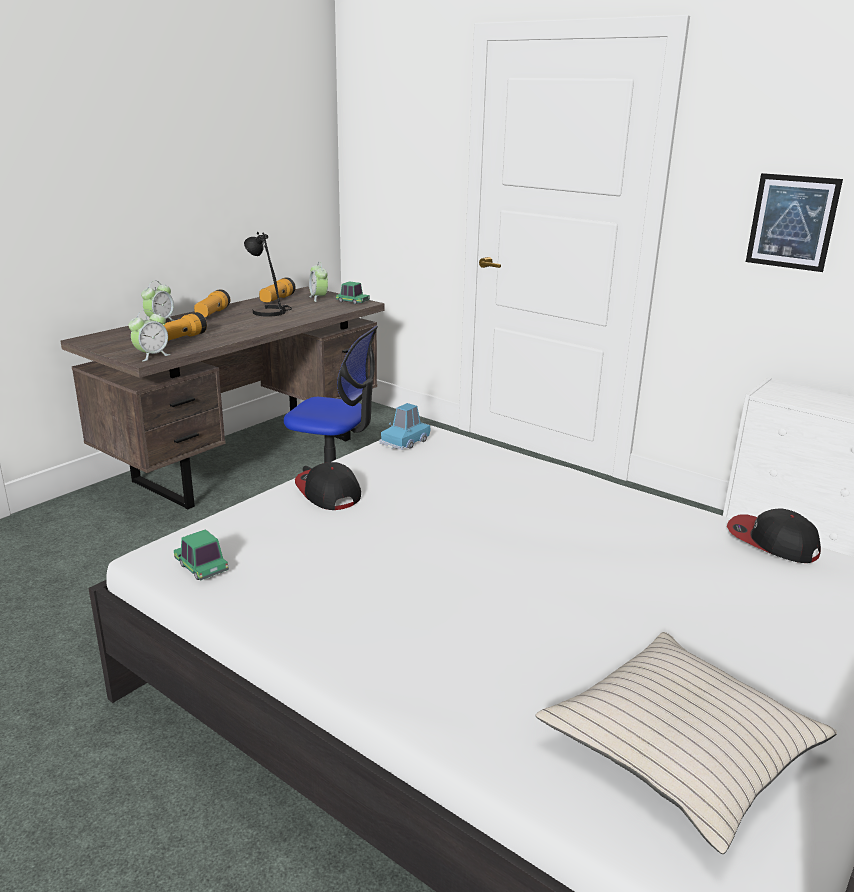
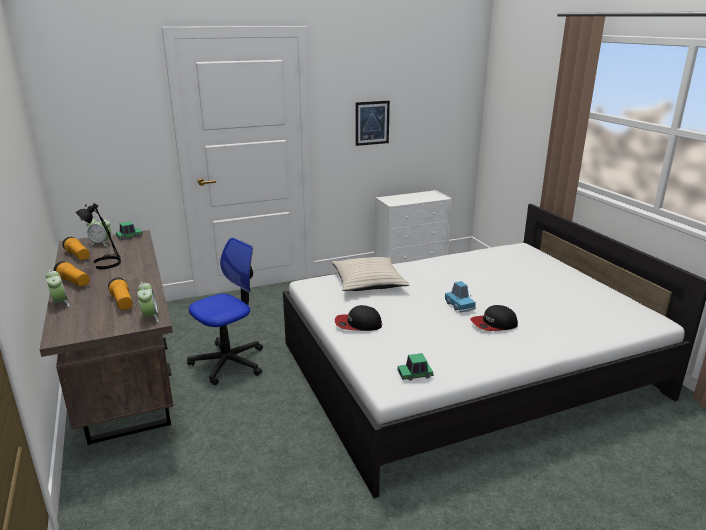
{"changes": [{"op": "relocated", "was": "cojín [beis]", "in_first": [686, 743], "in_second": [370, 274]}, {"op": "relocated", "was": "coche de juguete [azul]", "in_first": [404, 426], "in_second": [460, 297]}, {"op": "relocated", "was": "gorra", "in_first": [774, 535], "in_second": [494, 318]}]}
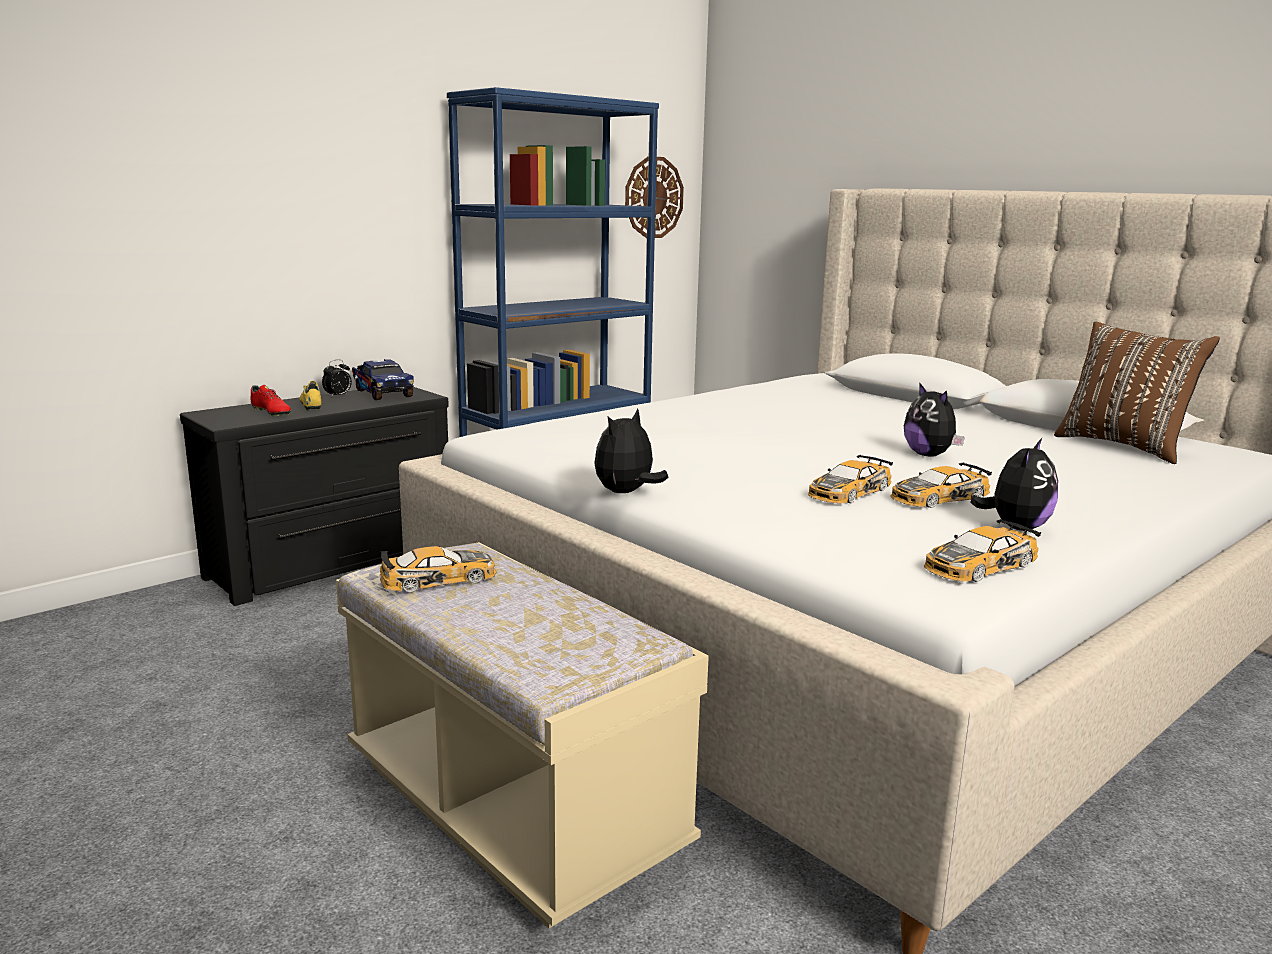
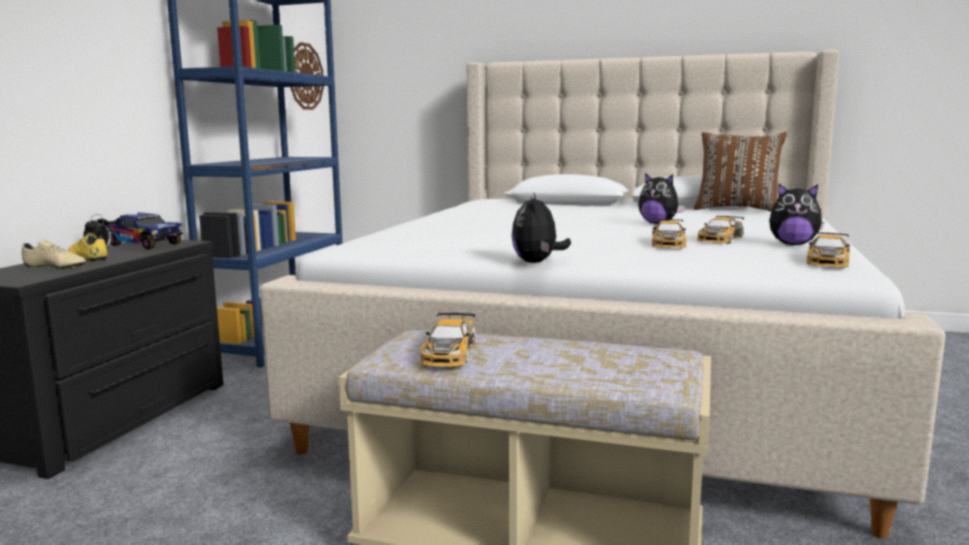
{"changes": [{"op": "colour", "was": "zapato [rojo]", "now": "zapato [beis]", "in_first": [270, 401], "in_second": [54, 255]}, {"op": "spun", "was": "coche de juguete", "in_first": [438, 569], "in_second": [448, 340], "clockwise": 150}, {"op": "spun", "was": "peluche", "in_first": [1014, 484], "in_second": [796, 214], "clockwise": 105}]}
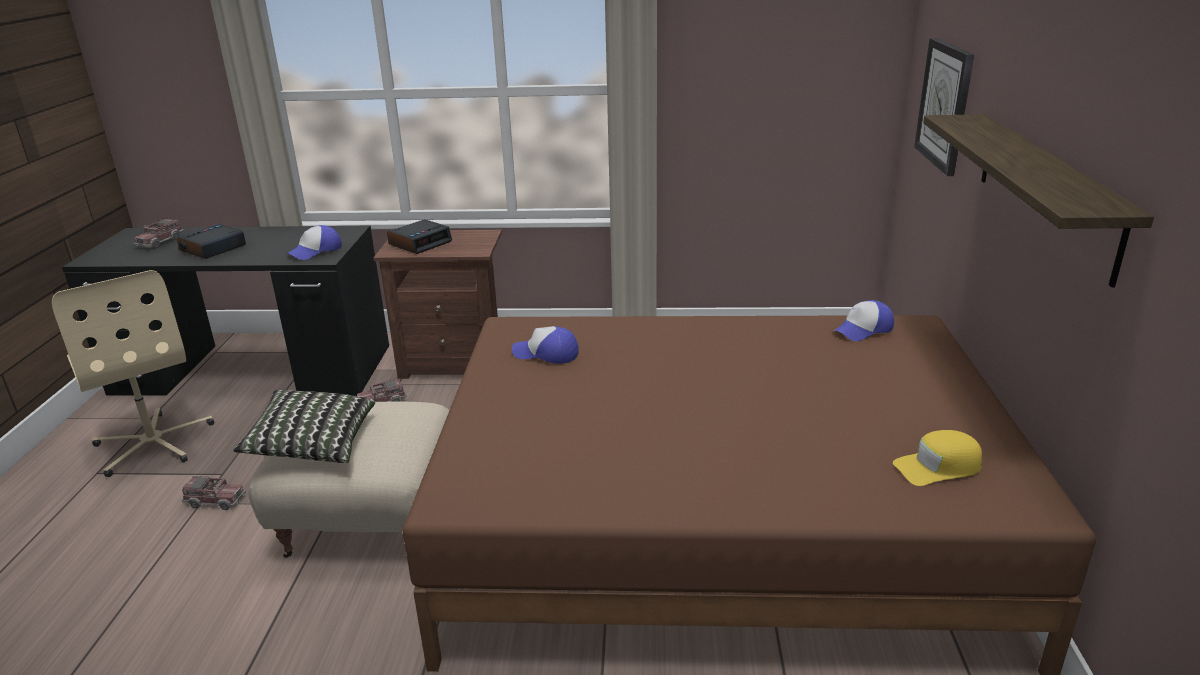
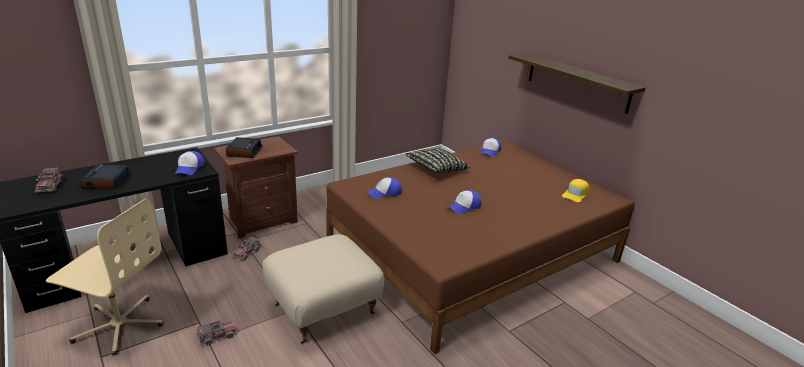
{"changes": [{"op": "relocated", "was": "cojín", "in_first": [304, 426], "in_second": [437, 160]}, {"op": "appeared", "now": "gorra", "in_second": [465, 202]}, {"op": "missing", "was": "reloj de pared", "in_first": [944, 107]}]}
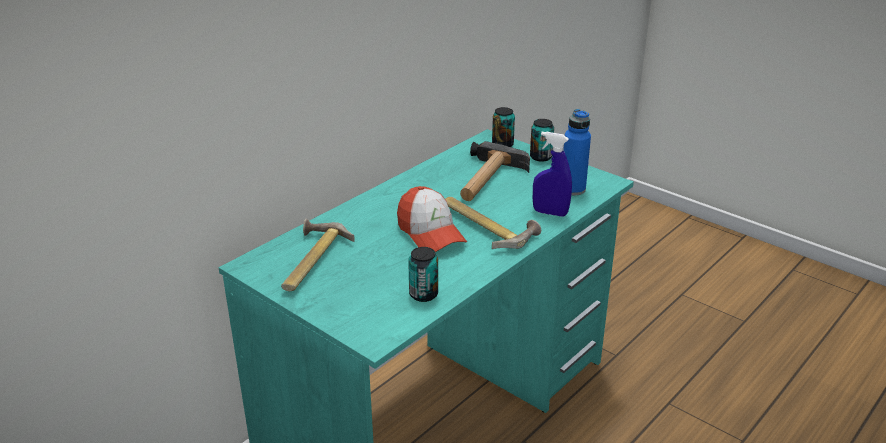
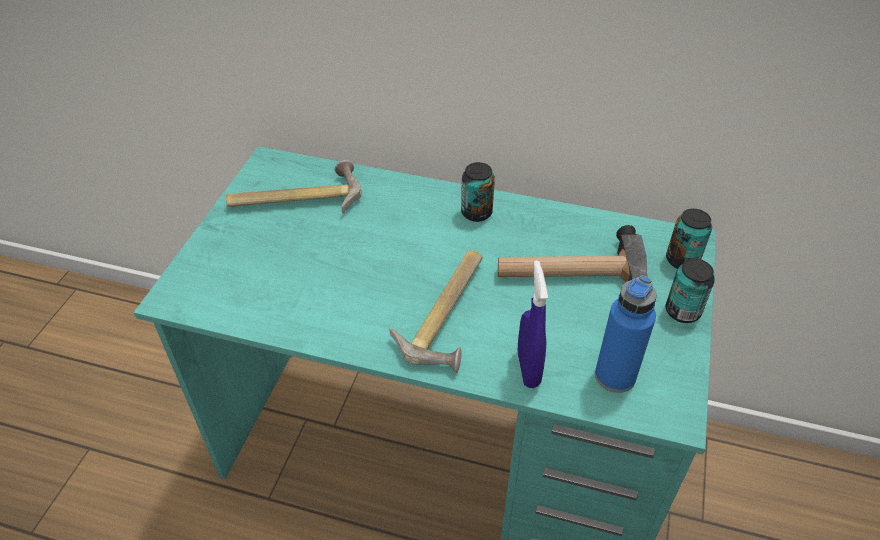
{"changes": [{"op": "relocated", "was": "lata", "in_first": [423, 274], "in_second": [478, 192]}, {"op": "missing", "was": "gorra", "in_first": [432, 219]}]}
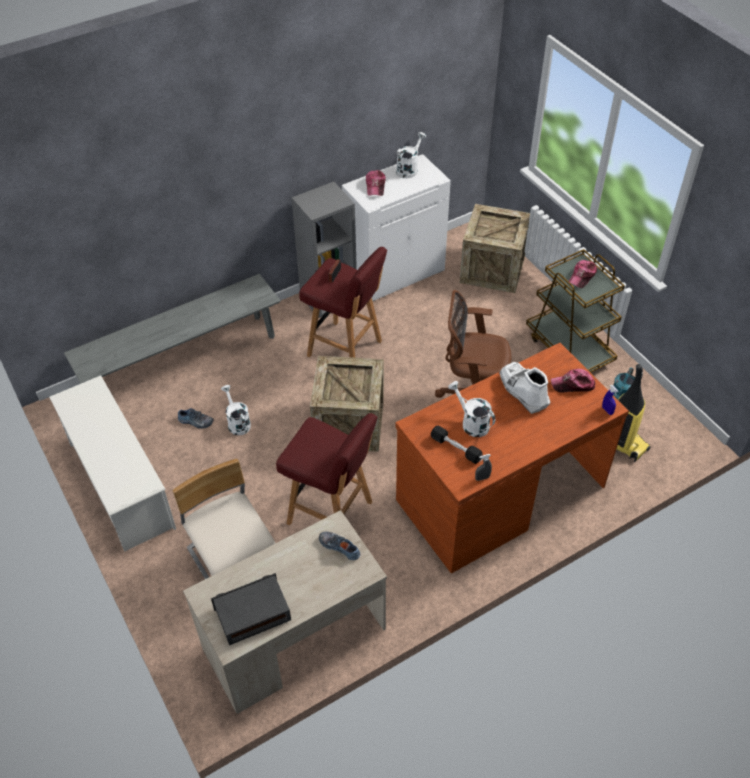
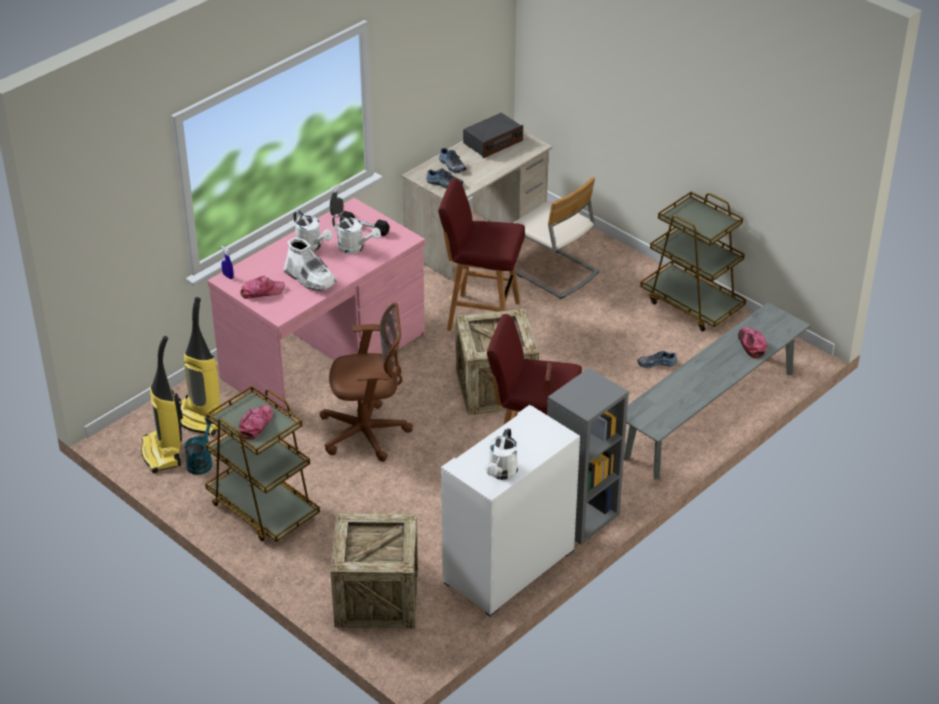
{"changes": [{"op": "appeared", "now": "aspiradora", "in_second": [162, 404]}, {"op": "colour", "was": "escritorio [marrón]", "now": "escritorio [rosa]", "in_first": [512, 458], "in_second": [316, 306]}, {"op": "relocated", "was": "regadera [blanco]", "in_first": [236, 410], "in_second": [312, 231]}, {"op": "appeared", "now": "zapato", "in_second": [453, 160]}, {"op": "exchanged", "was": "zapatero [blanco]", "now": "carrito [marrón]", "in_first": [112, 463], "in_second": [693, 261]}, {"op": "relocated", "was": "gorra", "in_first": [376, 183], "in_second": [752, 343]}]}
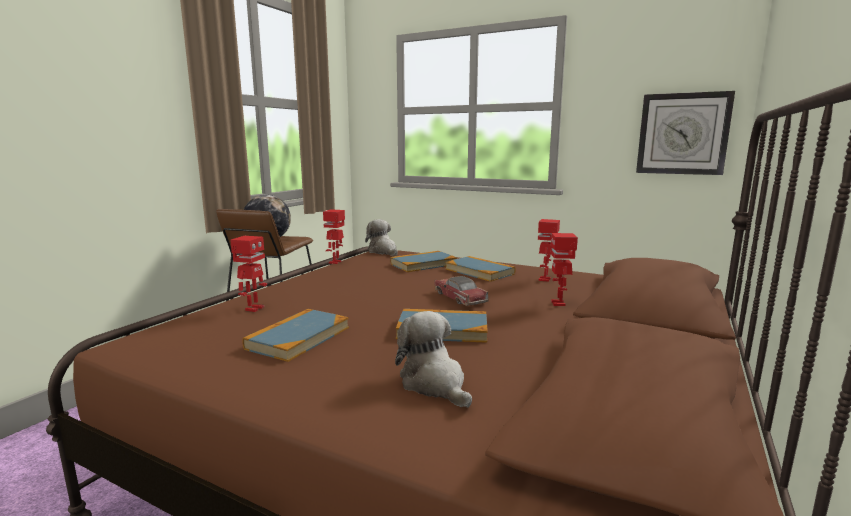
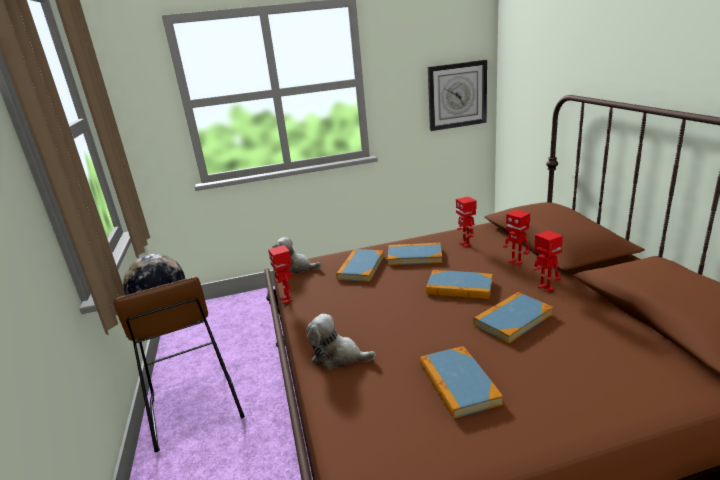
{"changes": [{"op": "relocated", "was": "peluche", "in_first": [433, 359], "in_second": [341, 341]}, {"op": "exchanged", "was": "coche de juguete", "now": "libro", "in_first": [461, 291], "in_second": [459, 284]}, {"op": "relocated", "was": "robot de juguete", "in_first": [248, 274], "in_second": [548, 261]}]}
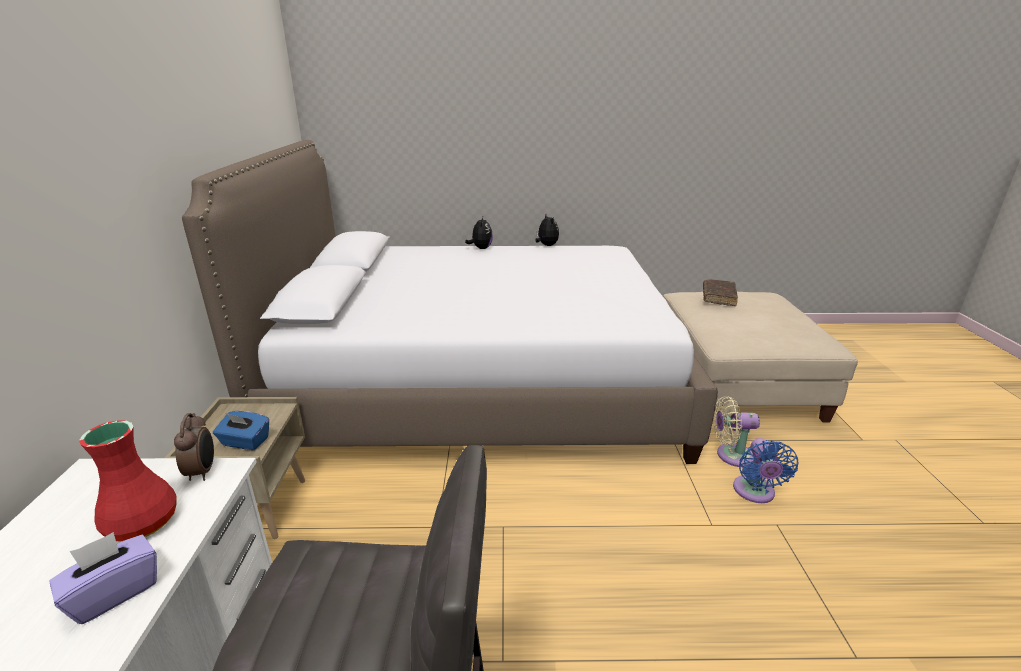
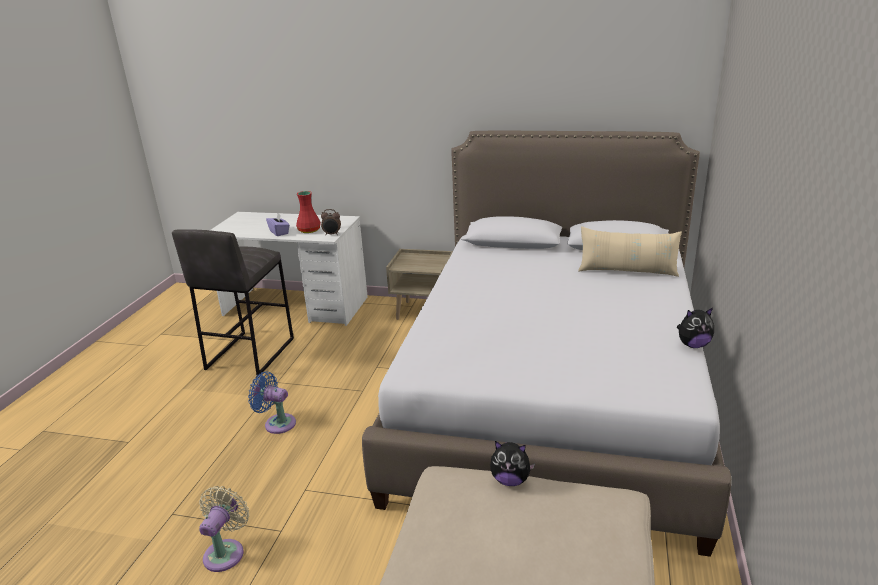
{"changes": [{"op": "relocated", "was": "ventilador [beis]", "in_first": [736, 431], "in_second": [224, 529]}, {"op": "relocated", "was": "ventilador [azul]", "in_first": [765, 470], "in_second": [272, 403]}, {"op": "relocated", "was": "peluche", "in_first": [479, 233], "in_second": [512, 463]}, {"op": "appeared", "now": "cojín [beis]", "in_second": [630, 251]}, {"op": "missing", "was": "caja de pañuelos [azul]", "in_first": [241, 430]}, {"op": "missing", "was": "libro [marrón]", "in_first": [720, 292]}]}
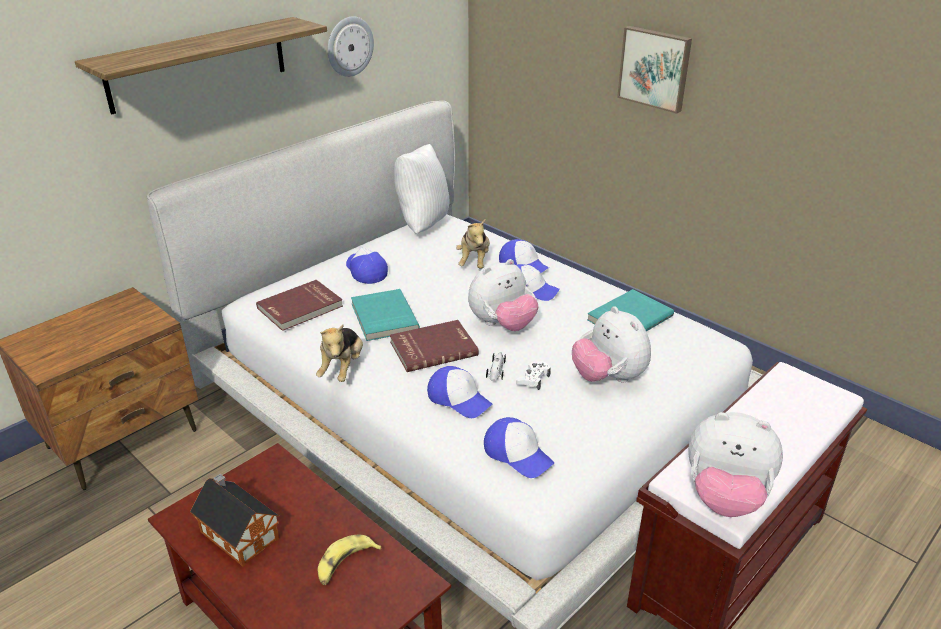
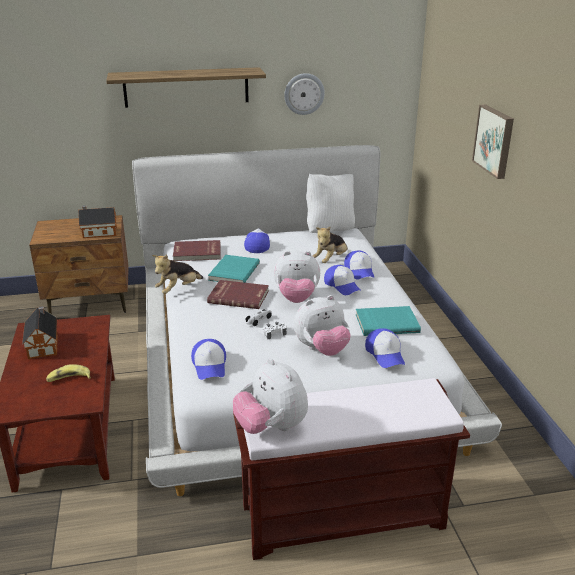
{"changes": [{"op": "appeared", "now": "casita", "in_second": [97, 221]}, {"op": "spun", "was": "peluche", "in_first": [611, 344], "in_second": [322, 325], "clockwise": -120}, {"op": "relocated", "was": "gorra", "in_first": [460, 392], "in_second": [385, 348]}]}
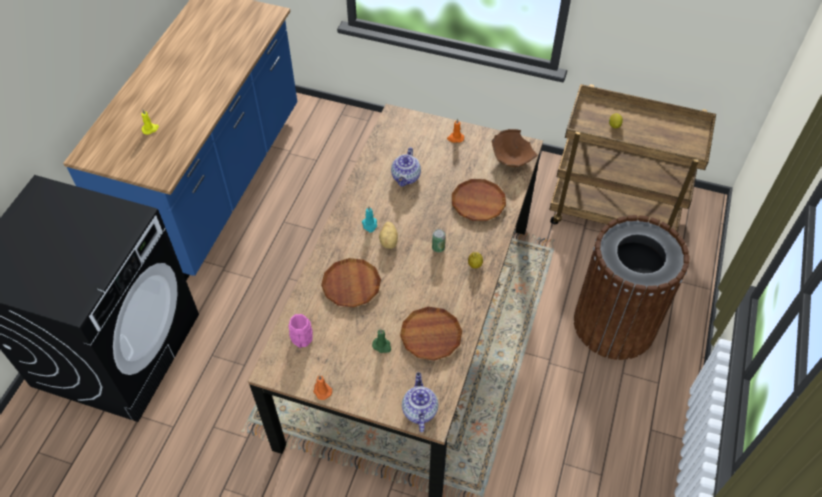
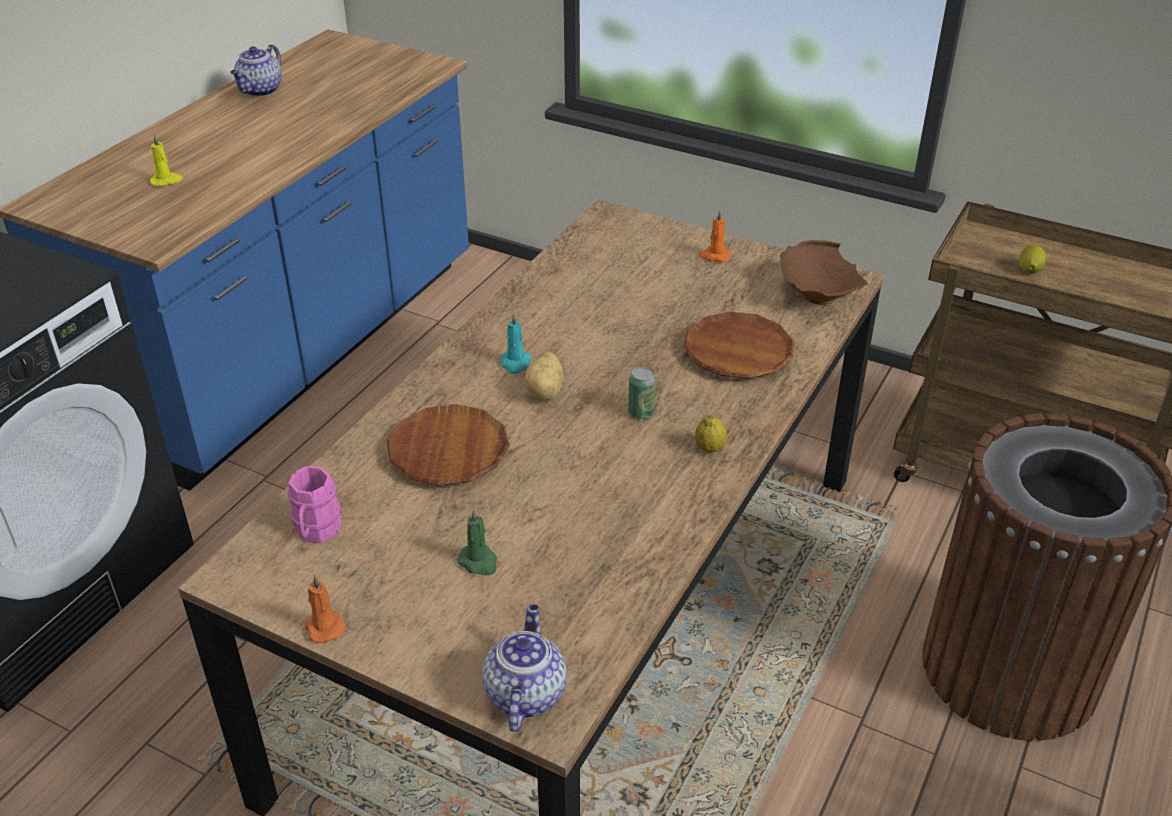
{"changes": [{"op": "relocated", "was": "tetera", "in_first": [406, 167], "in_second": [256, 70]}, {"op": "missing", "was": "plato [marrón]", "in_first": [431, 334]}]}
